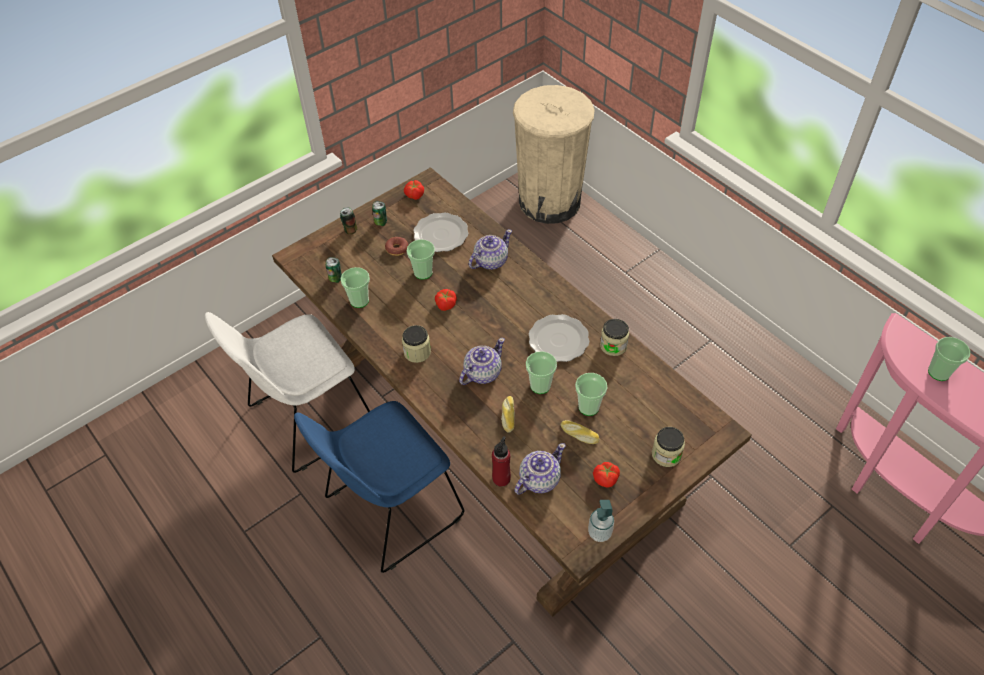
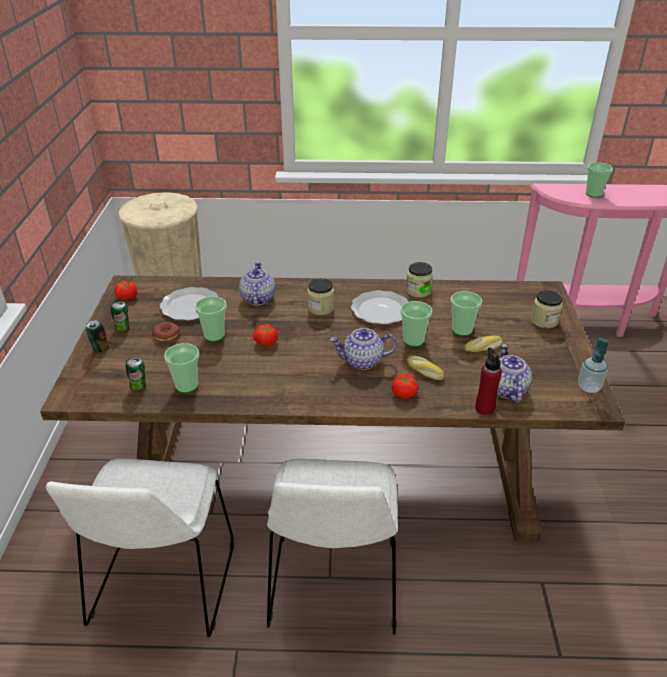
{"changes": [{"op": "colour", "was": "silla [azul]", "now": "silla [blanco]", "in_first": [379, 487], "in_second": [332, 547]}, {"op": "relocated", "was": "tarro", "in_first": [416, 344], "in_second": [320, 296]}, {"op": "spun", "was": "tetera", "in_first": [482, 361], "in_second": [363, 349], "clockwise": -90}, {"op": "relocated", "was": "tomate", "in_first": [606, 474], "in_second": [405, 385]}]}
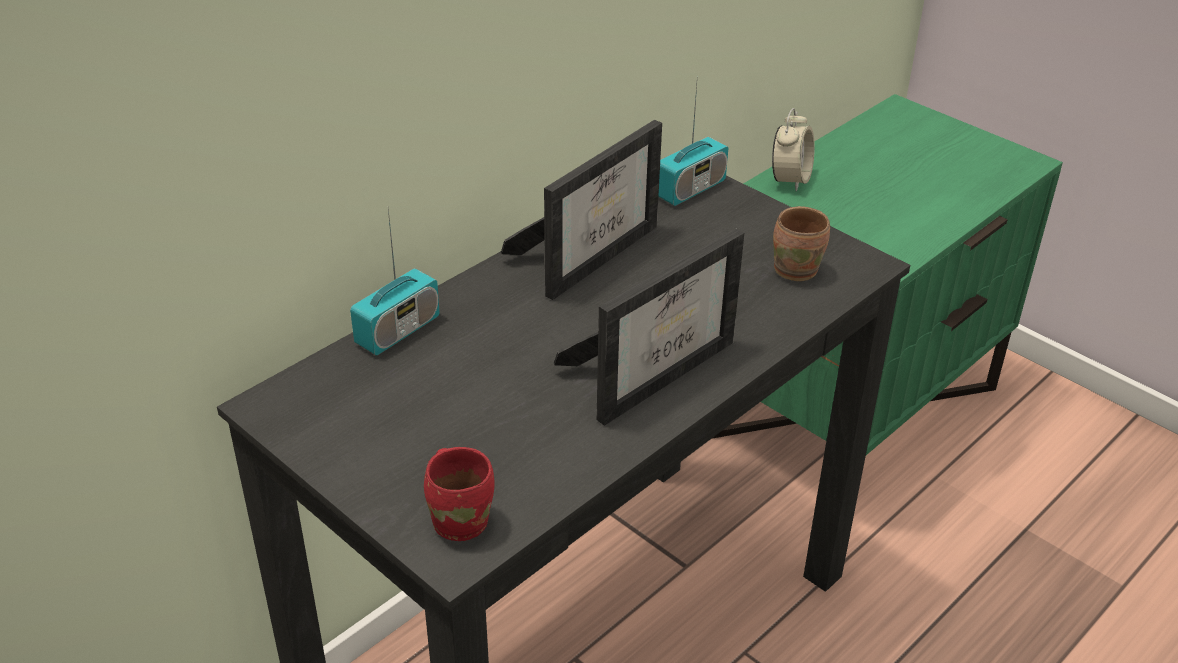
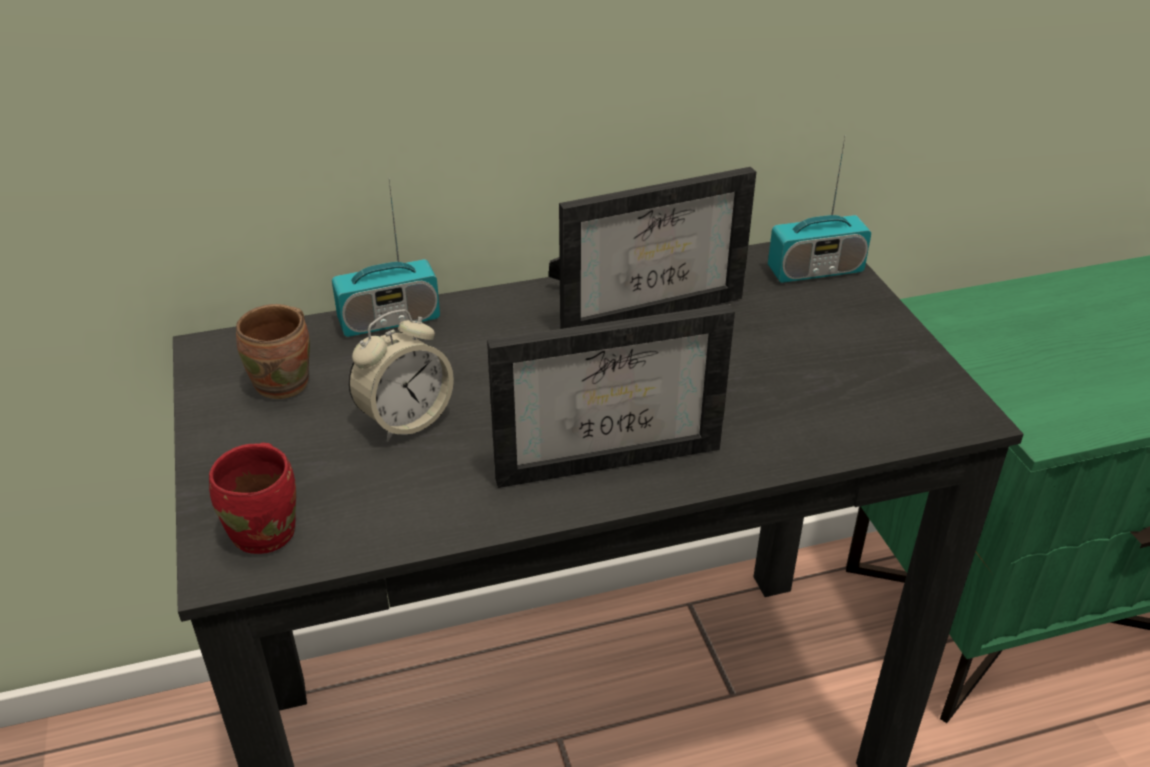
{"changes": [{"op": "relocated", "was": "taza grande [marrón]", "in_first": [801, 243], "in_second": [273, 351]}, {"op": "relocated", "was": "despertador", "in_first": [793, 150], "in_second": [401, 375]}]}
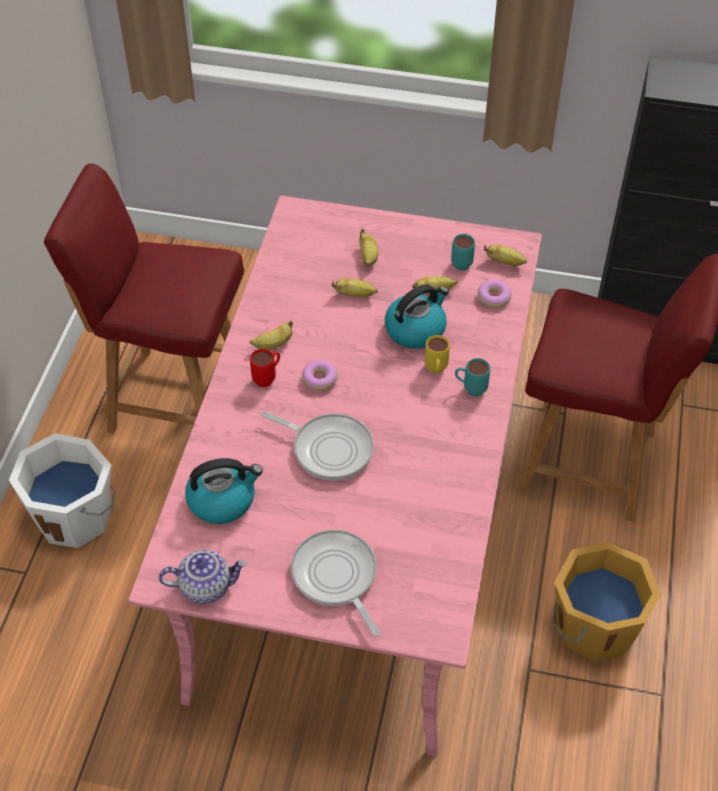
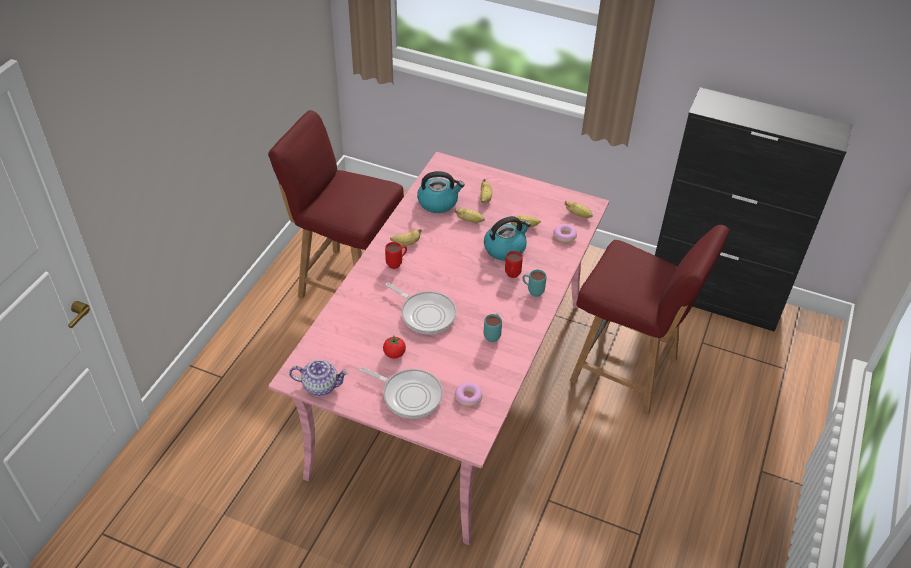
{"changes": [{"op": "spun", "was": "sartén", "in_first": [336, 583], "in_second": [401, 393], "clockwise": 135}, {"op": "appeared", "now": "tomate", "in_second": [394, 347]}, {"op": "relocated", "was": "hervidor", "in_first": [224, 491], "in_second": [441, 192]}, {"op": "relocated", "was": "rosquilla", "in_first": [320, 375], "in_second": [469, 394]}, {"op": "relocated", "was": "taza grande [turquesa]", "in_first": [463, 252], "in_second": [493, 328]}, {"op": "colour", "was": "taza grande [amarillo]", "now": "taza grande [rojo]", "in_first": [437, 354], "in_second": [514, 264]}, {"op": "missing", "was": "cubo [blanco]", "in_first": [62, 490]}, {"op": "missing", "was": "cubo [naranja]", "in_first": [607, 602]}]}
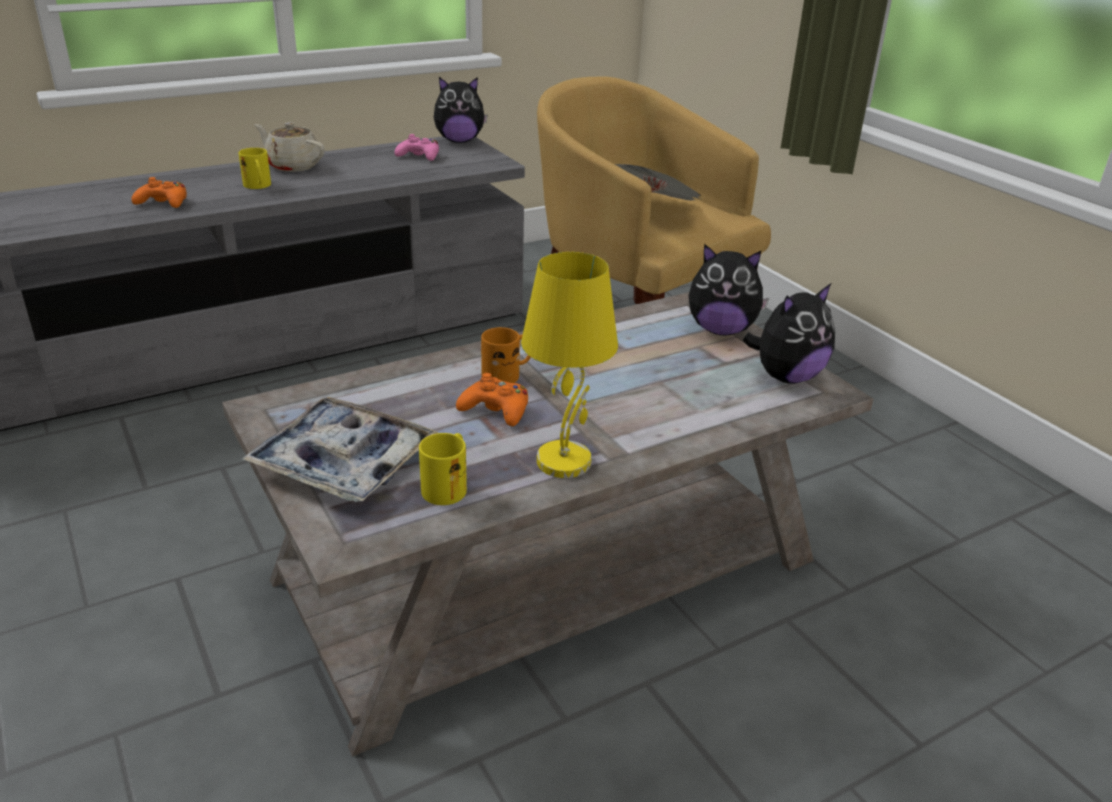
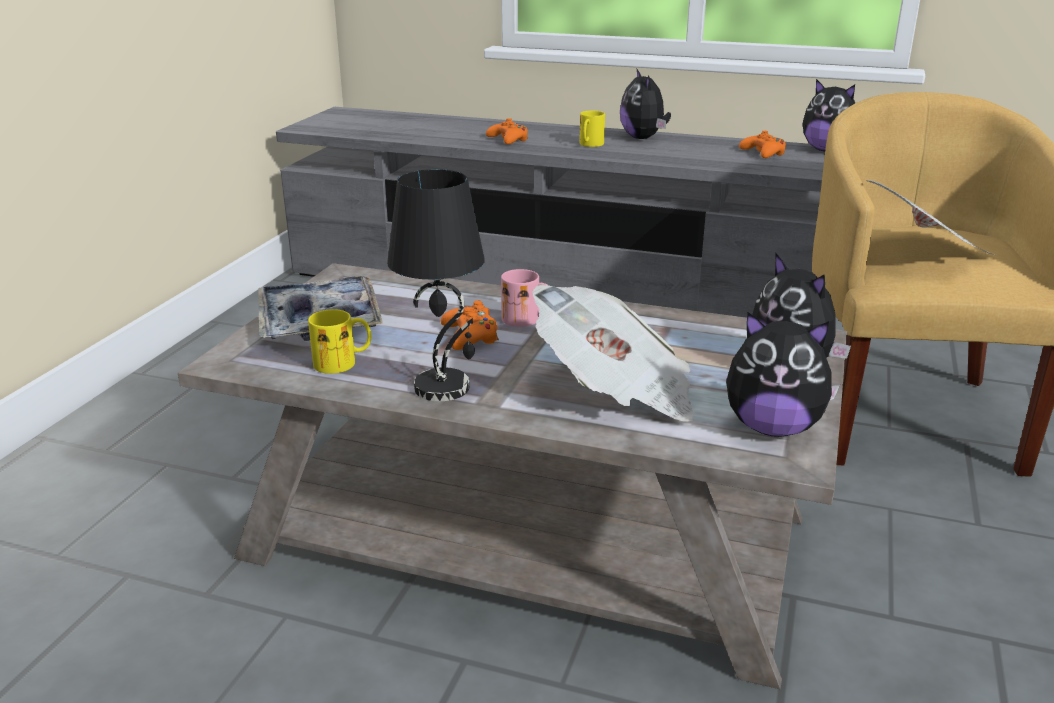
{"changes": [{"op": "colour", "was": "lámpara de mesa [amarillo]", "now": "lámpara de mesa [negro]", "in_first": [569, 365], "in_second": [436, 285]}, {"op": "colour", "was": "taza grande [naranja]", "now": "taza grande [rosa]", "in_first": [506, 355], "in_second": [524, 298]}, {"op": "appeared", "now": "periódico", "in_second": [612, 353]}, {"op": "exchanged", "was": "tetera [beis]", "now": "peluche", "in_first": [290, 147], "in_second": [645, 104]}, {"op": "colour", "was": "mando de consola [rosa]", "now": "mando de consola [naranja]", "in_first": [417, 147], "in_second": [762, 144]}]}
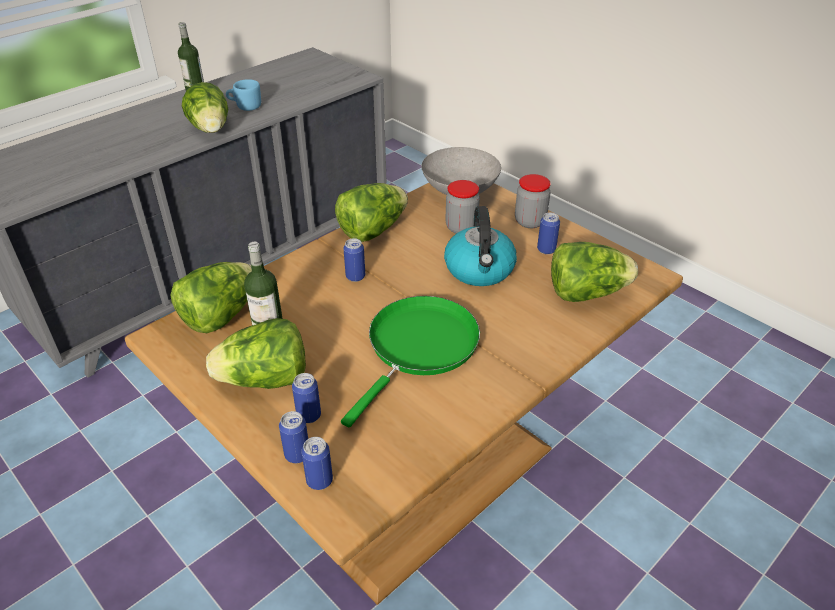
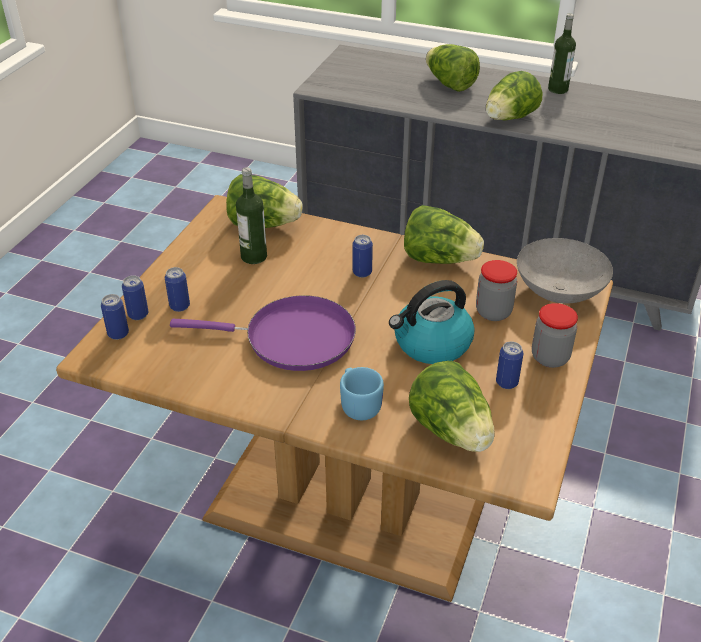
{"changes": [{"op": "colour", "was": "sartén [verde]", "now": "sartén [morado]", "in_first": [410, 361], "in_second": [263, 333]}, {"op": "relocated", "was": "taza grande [azul]", "in_first": [243, 95], "in_second": [362, 393]}, {"op": "relocated", "was": "lechuga", "in_first": [256, 353], "in_second": [453, 68]}]}
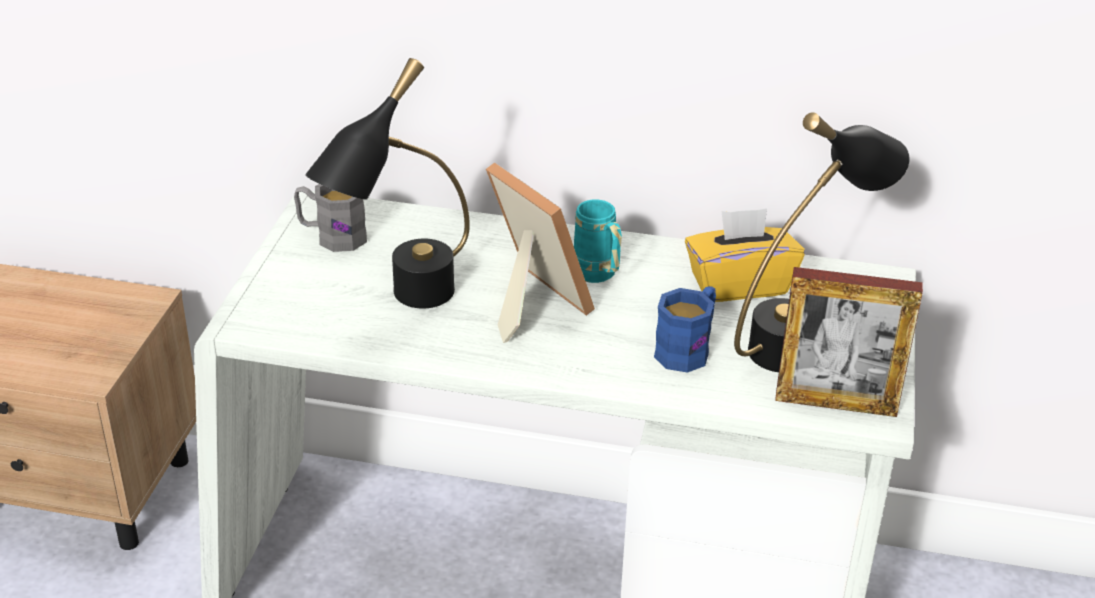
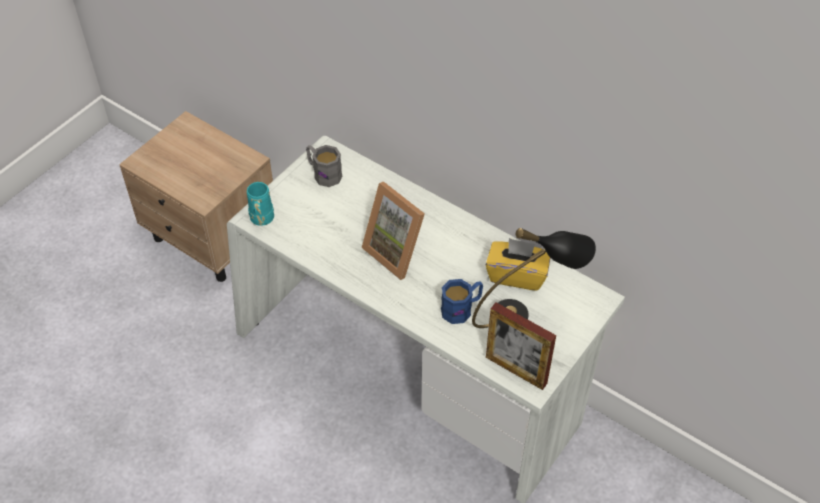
{"changes": [{"op": "relocated", "was": "taza grande [turquesa]", "in_first": [598, 241], "in_second": [260, 204]}, {"op": "spun", "was": "portarretratos", "in_first": [540, 252], "in_second": [393, 230], "clockwise": 150}, {"op": "missing", "was": "lámpara de mesa [negro]", "in_first": [387, 183]}]}
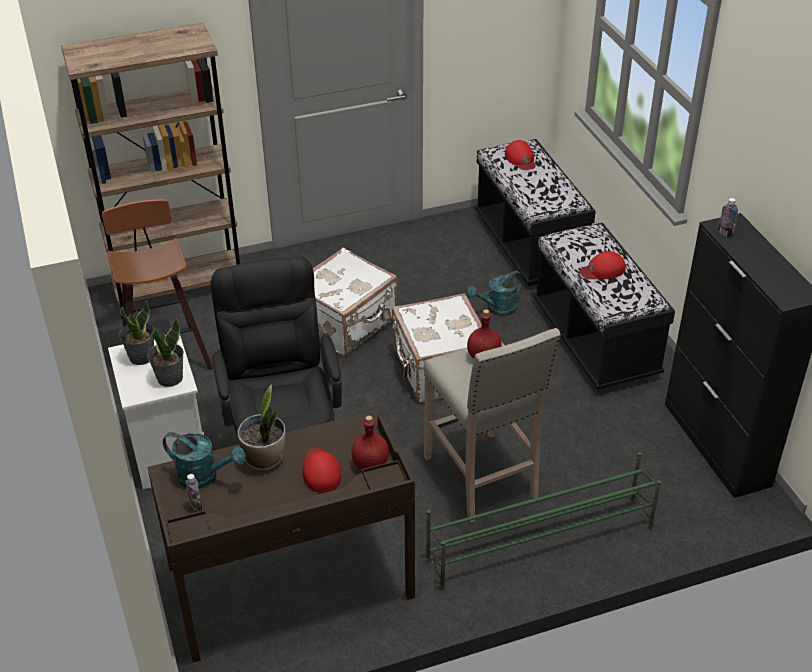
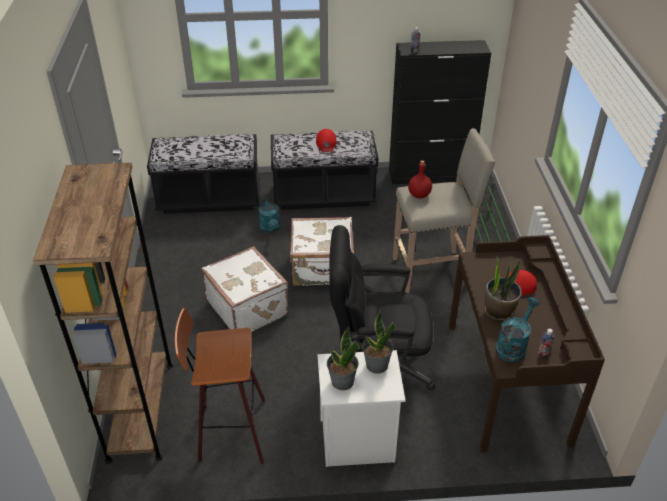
{"changes": [{"op": "missing", "was": "botella [rojo]", "in_first": [370, 442]}, {"op": "missing", "was": "gorra [rojo]", "in_first": [520, 155]}]}
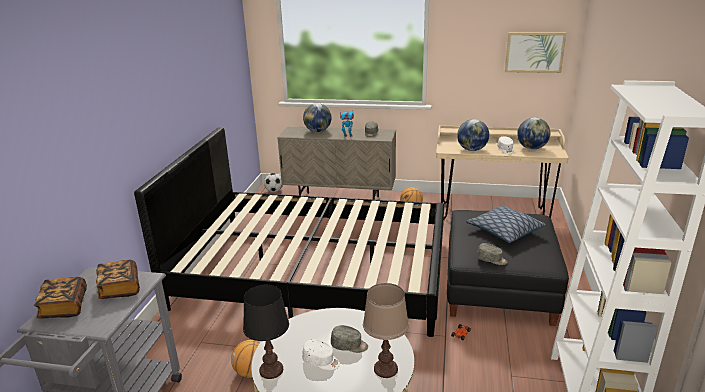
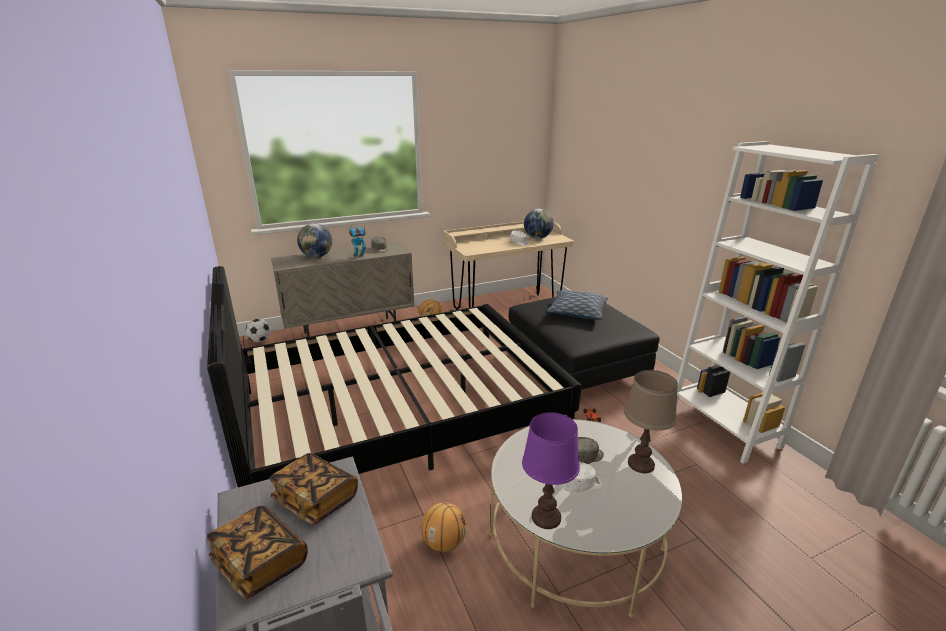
{"changes": [{"op": "colour", "was": "lámpara de mesa [negro]", "now": "lámpara de mesa [morado]", "in_first": [266, 332], "in_second": [551, 470]}, {"op": "missing", "was": "globo terráqueo", "in_first": [473, 135]}, {"op": "missing", "was": "gorra [gris]", "in_first": [492, 254]}, {"op": "missing", "was": "cuadro", "in_first": [535, 52]}]}
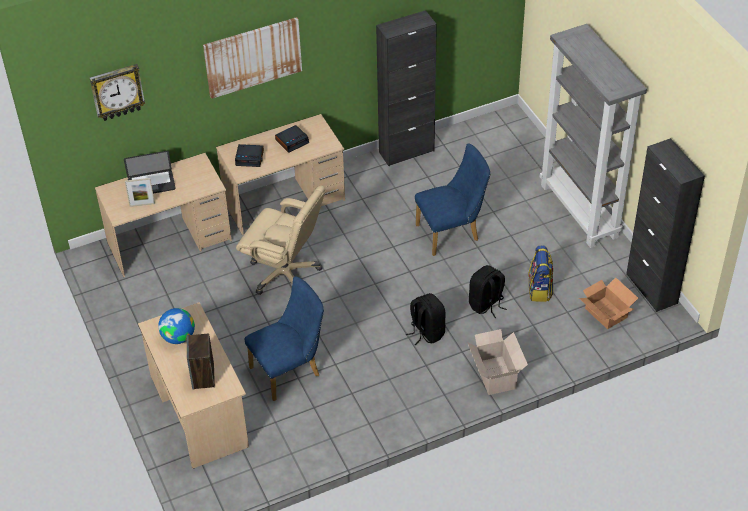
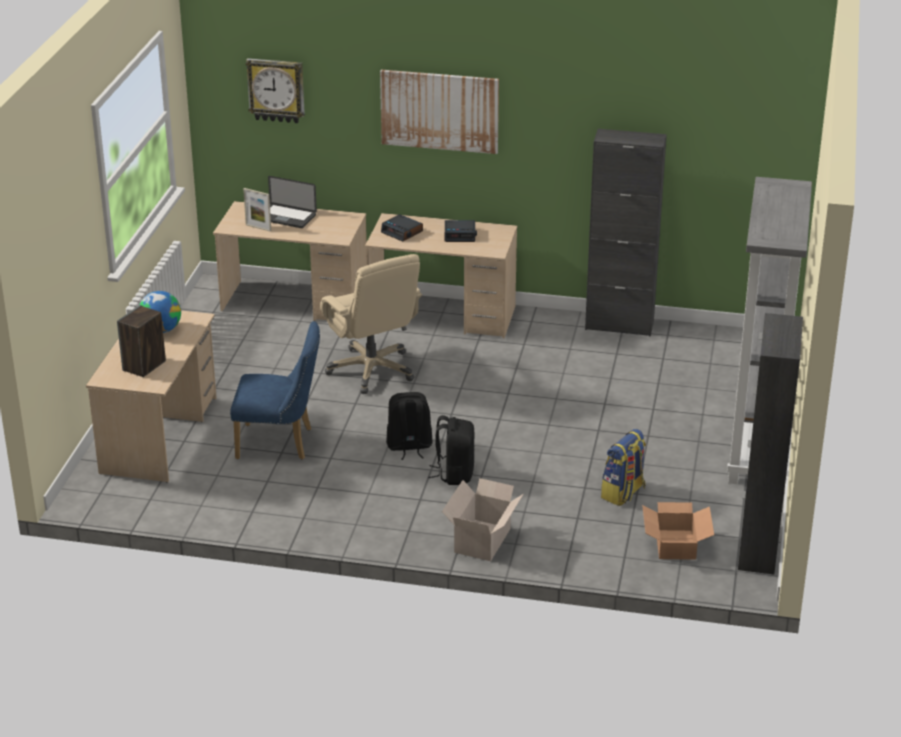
{"changes": [{"op": "relocated", "was": "mochila [negro]", "in_first": [488, 291], "in_second": [409, 426]}, {"op": "missing", "was": "silla [azul]", "in_first": [452, 199]}]}
